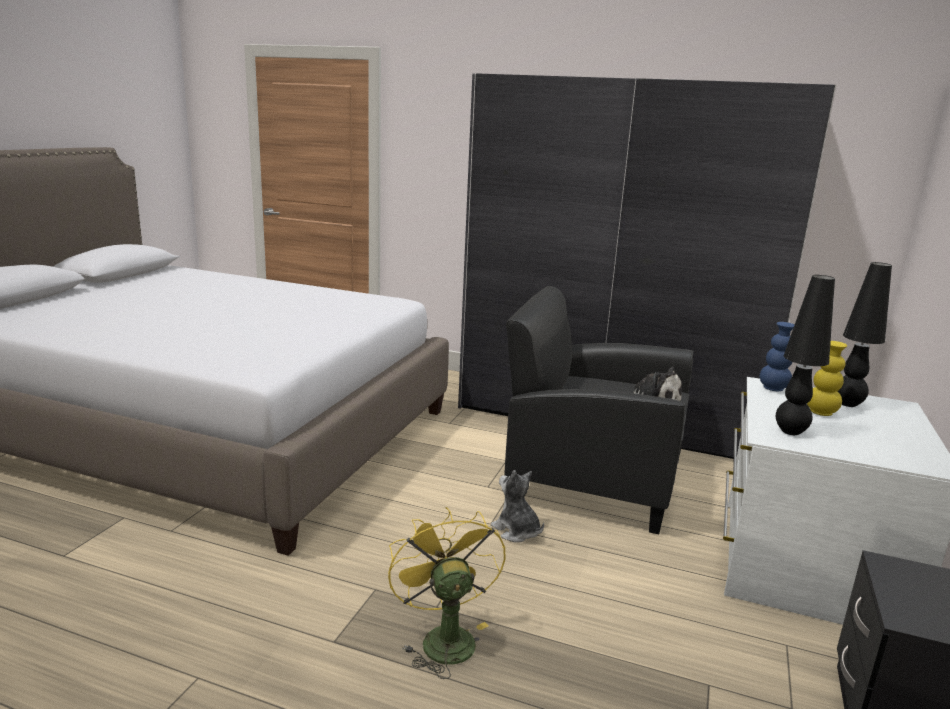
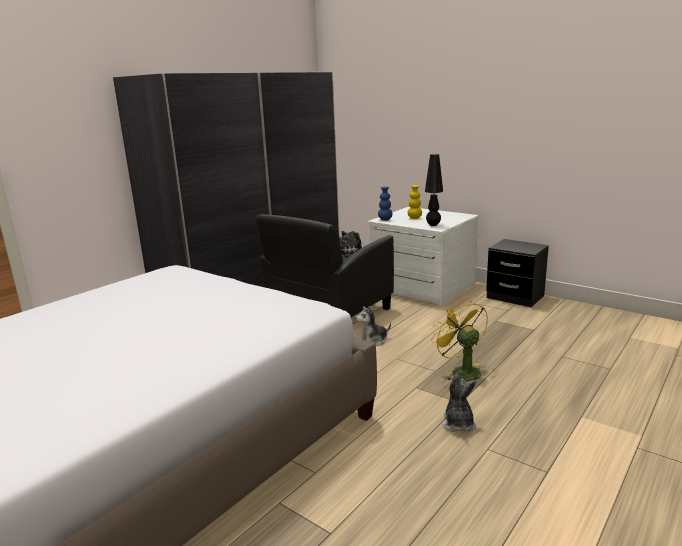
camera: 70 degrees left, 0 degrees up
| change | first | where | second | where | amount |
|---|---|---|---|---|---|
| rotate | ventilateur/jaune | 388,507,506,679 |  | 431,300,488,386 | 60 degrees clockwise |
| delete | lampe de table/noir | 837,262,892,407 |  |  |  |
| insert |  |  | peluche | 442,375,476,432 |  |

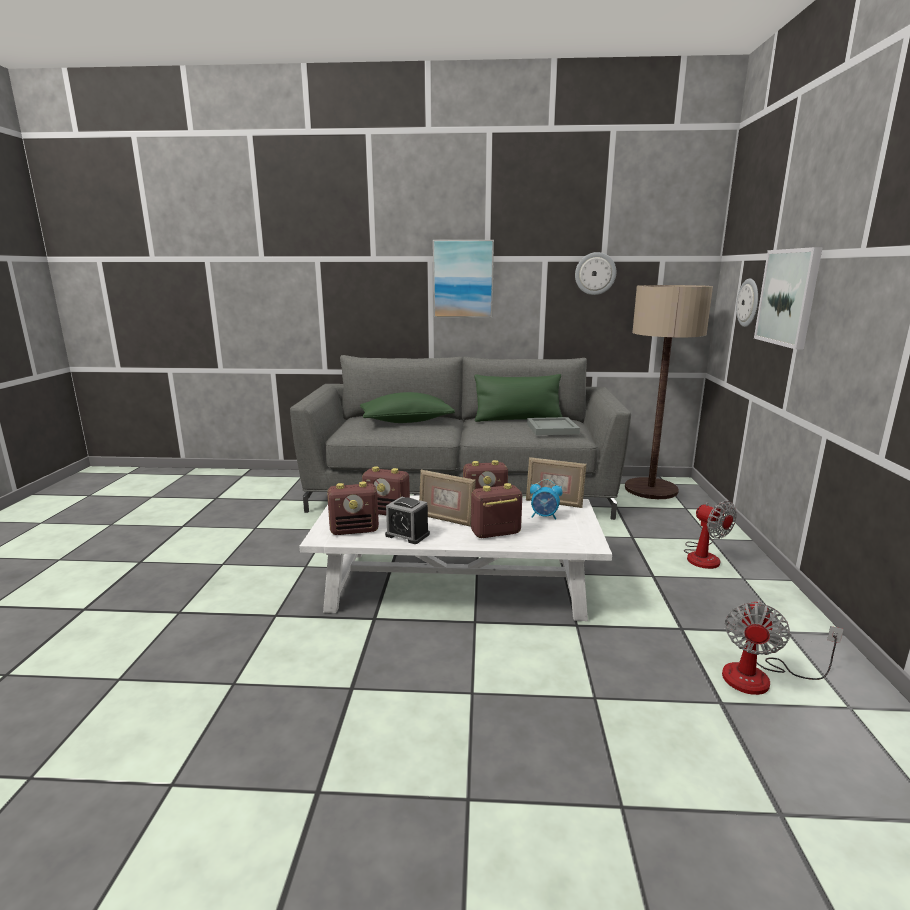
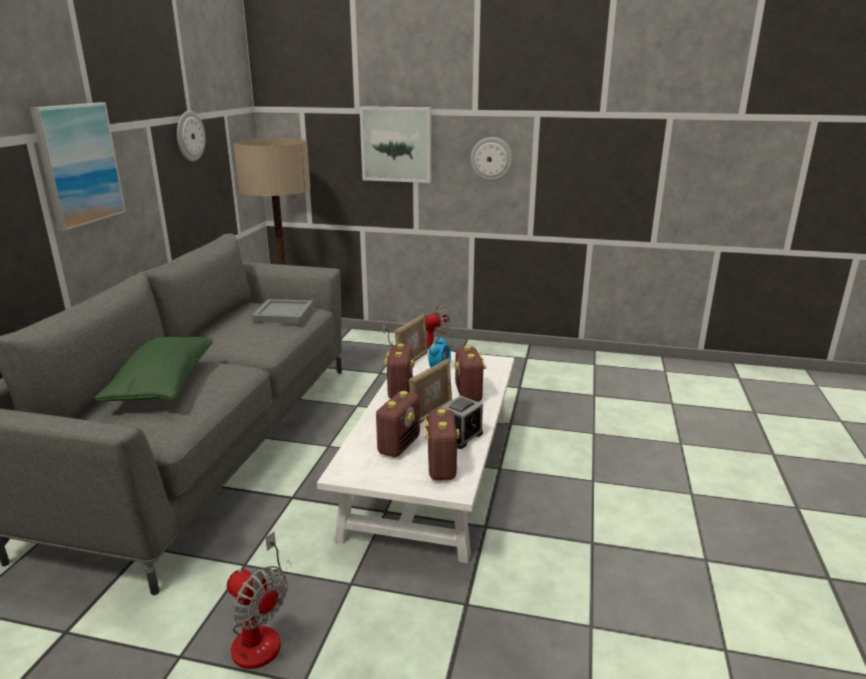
camera: 80 degrees left, 5 degrees up
| change | first | where | second | where | amount |
|---|---|---|---|---|---|
| delete | coussin/vert | 474,374,562,422 |  |  |  |
| move | ventilateur | 722,600,843,695 |  | 227,532,288,669 |  |
| move | horloge murale | 736,278,758,327 |  | 470,137,513,181 |  |

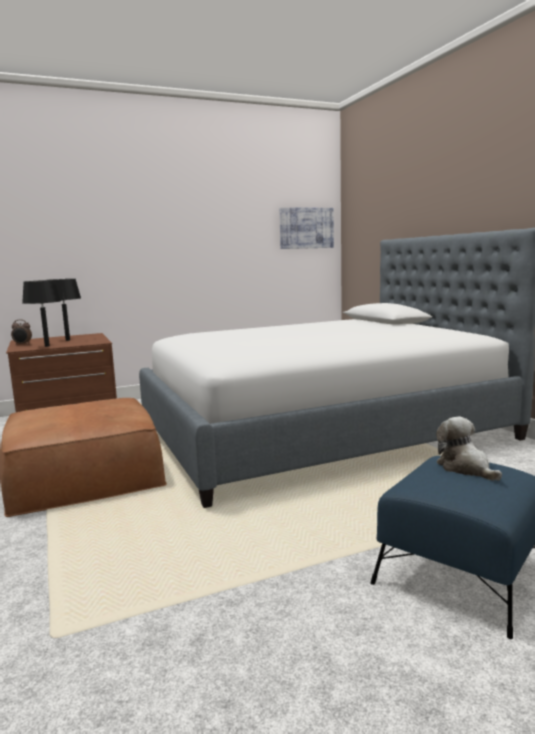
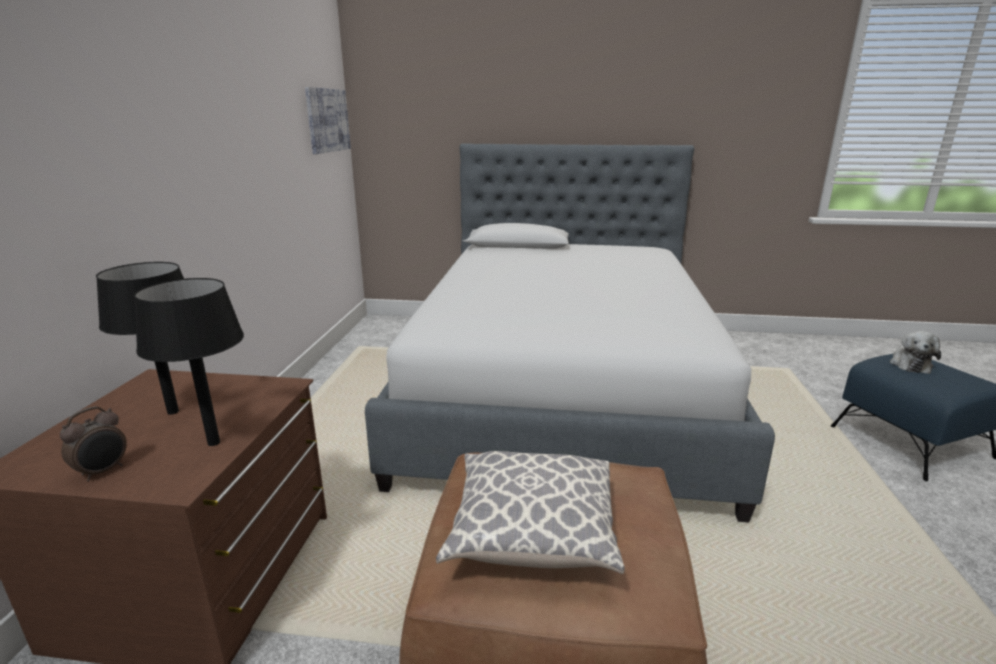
camera: 60 degrees left, 10 degrees up
| change | first | where | second | where | amount |
|---|---|---|---|---|---|
| rotate | peluche | 436,417,502,481 |  | 889,331,941,374 | 75 degrees counterclockwise |
| insert |  |  | coussin | 436,451,624,574 |  |

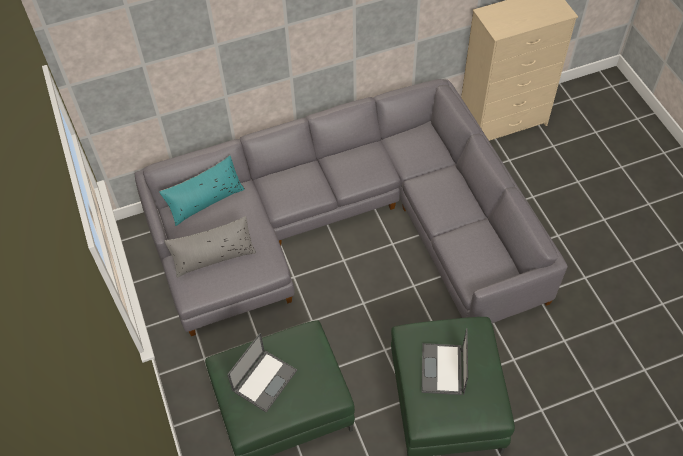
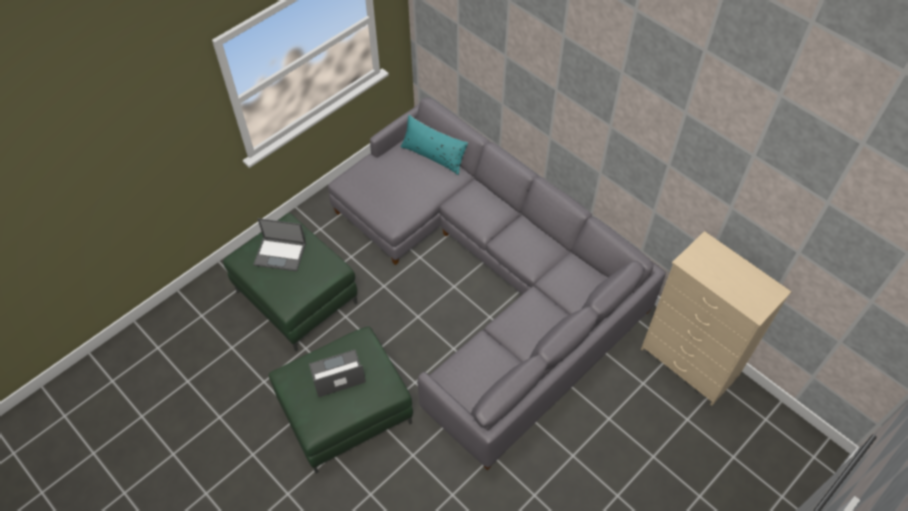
camera: 65 degrees right, 0 degrees up
| change | first | where | second | where | amount |
|---|---|---|---|---|---|
| delete | coussin/gris | 164,216,256,278 |  |  |  |

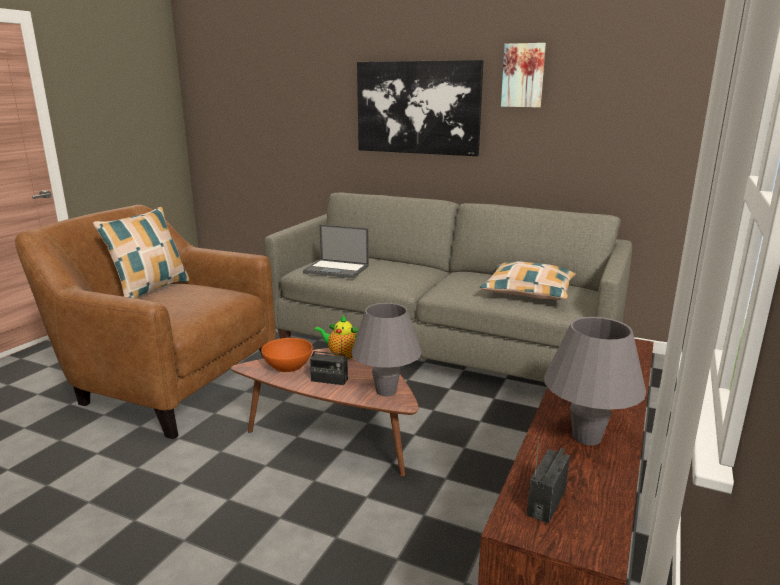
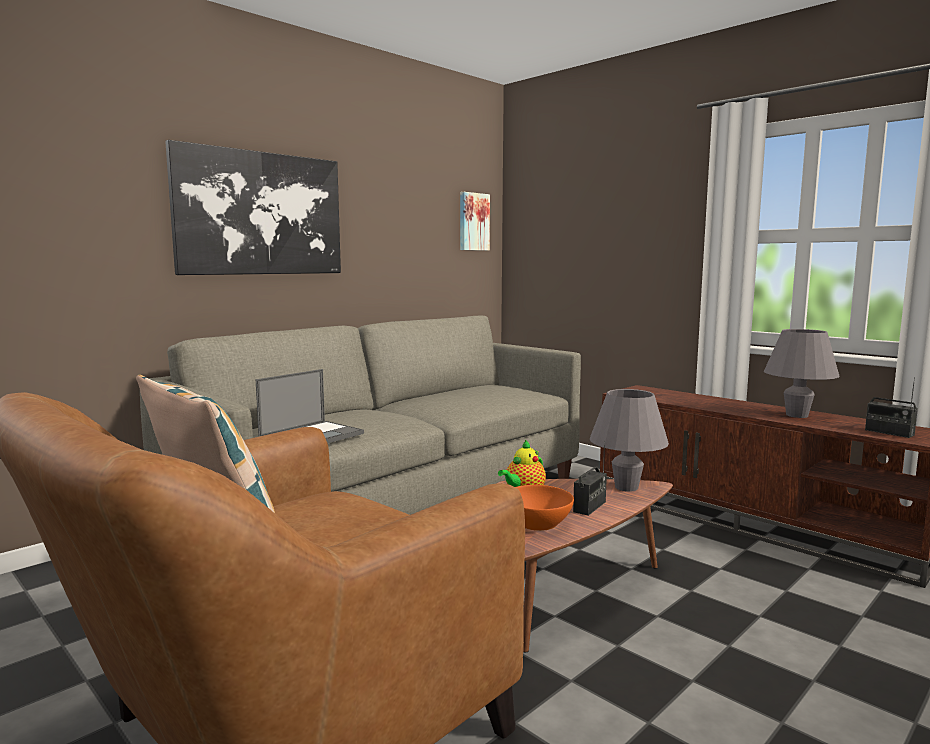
camera: 70 degrees left, 10 degrees down
| change | first | where | second | where | amount |
|---|---|---|---|---|---|
| delete | coussin | 480,261,576,300 |  |  |  |
| move | tableau | 501,43,546,107 |  | 460,192,490,251 |  |

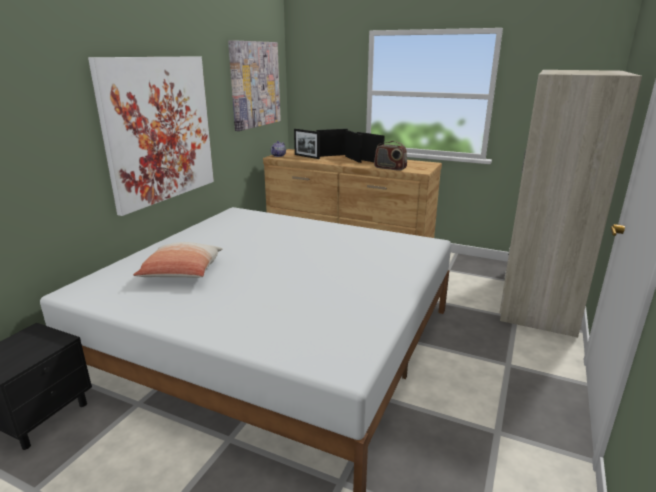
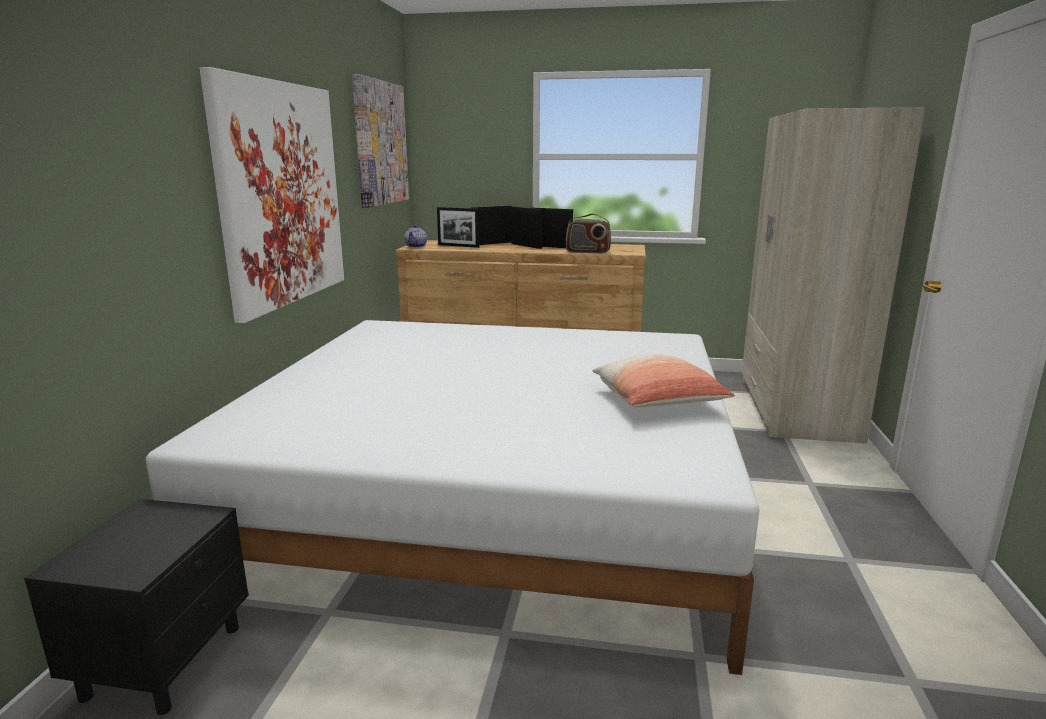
camera: 15 degrees left, 5 degrees down
| change | first | where | second | where | amount |
|---|---|---|---|---|---|
| move | coussin | 133,242,223,278 |  | 593,354,735,407 |  |

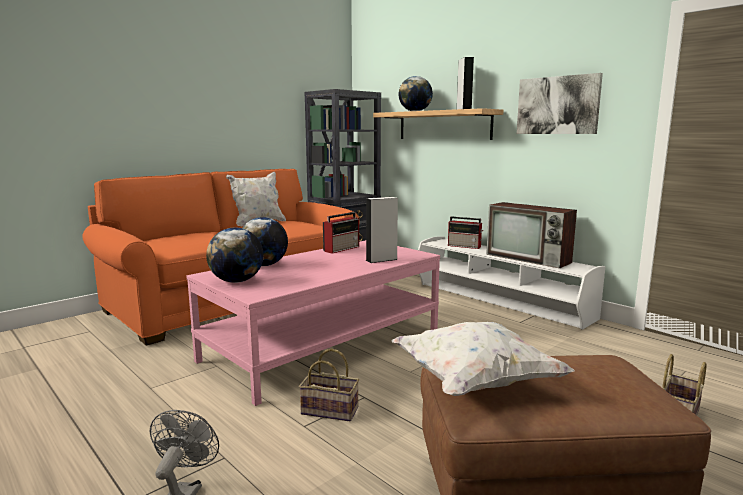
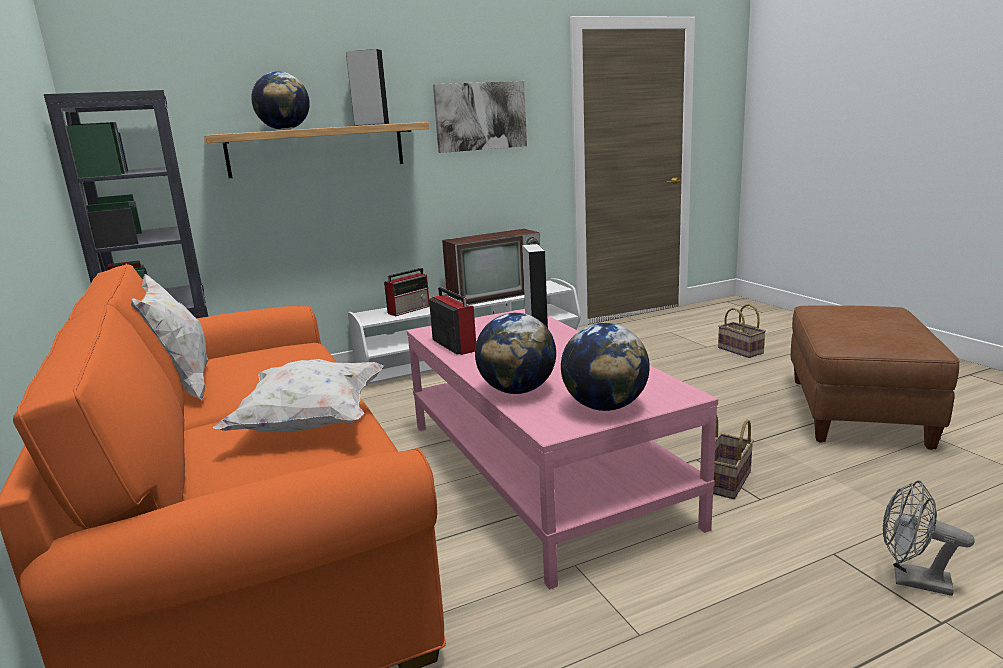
camera: 70 degrees left, 5 degrees up
| change | first | where | second | where | amount |
|---|---|---|---|---|---|
| move | coussin/blanc | 392,322,575,396 |  | 213,359,384,431 |  |

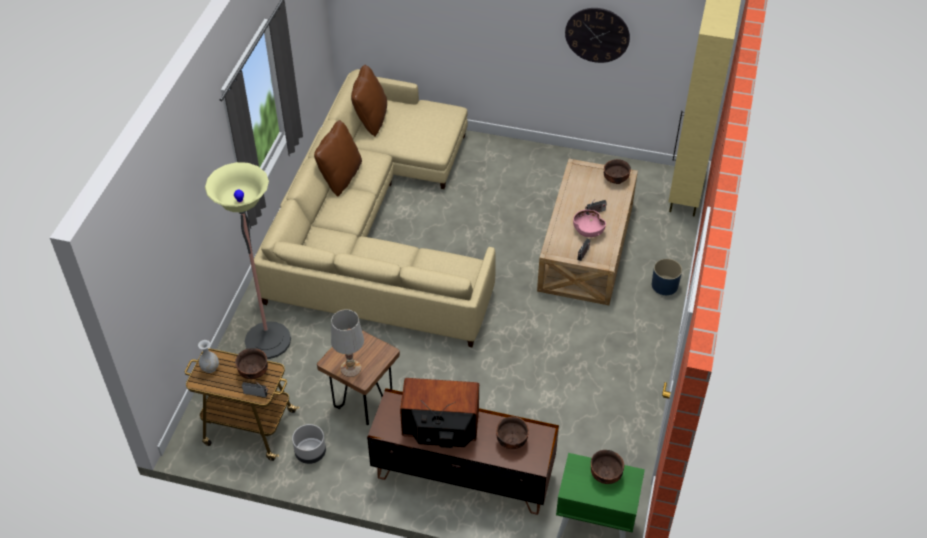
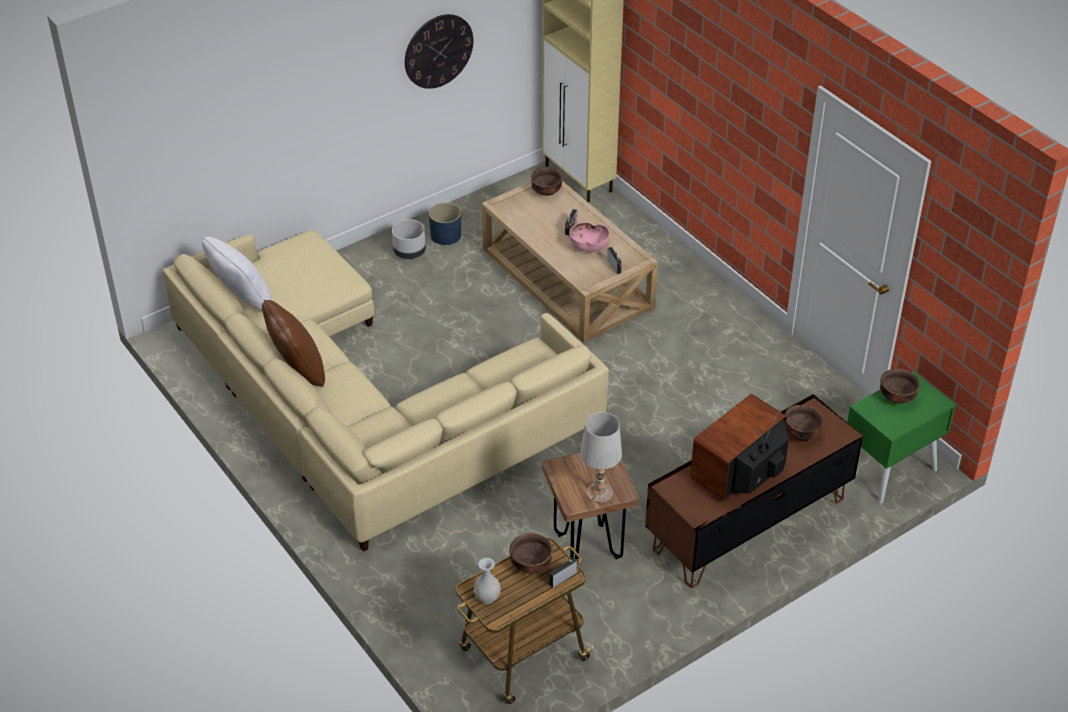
camera: 50 degrees left, 5 degrees down
| change | first | where | second | where | amount |
|---|---|---|---|---|---|
| delete | lampadaire | 205,162,291,359 |  |  |  |
| move | cache-pot/gris | 292,424,326,464 |  | 392,219,426,259 |  |
| recolor | coussin/marron | 351,64,387,137 | coussin/blanc | 202,236,271,311 |  |
| move | cache-pot/bleu | 652,259,682,295 |  | 429,203,461,245 |  |

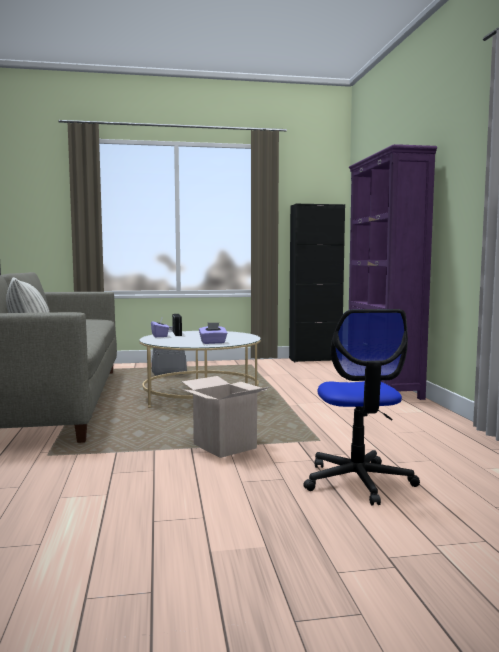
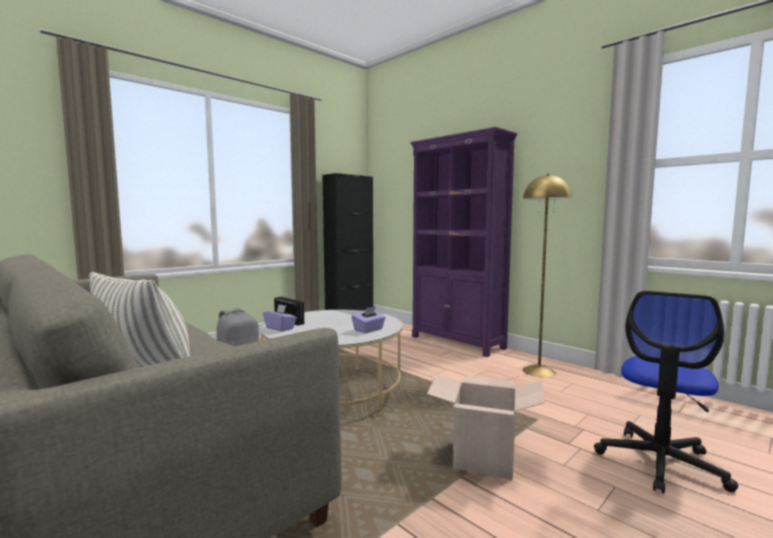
camera: 35 degrees left, 0 degrees up
| change | first | where | second | where | amount |
|---|---|---|---|---|---|
| rotate | chaise de bureau | 303,309,420,505 |  | 594,291,739,493 | 75 degrees clockwise |
| insert |  |  | lampadaire/jaune | 522,174,572,378 |  |

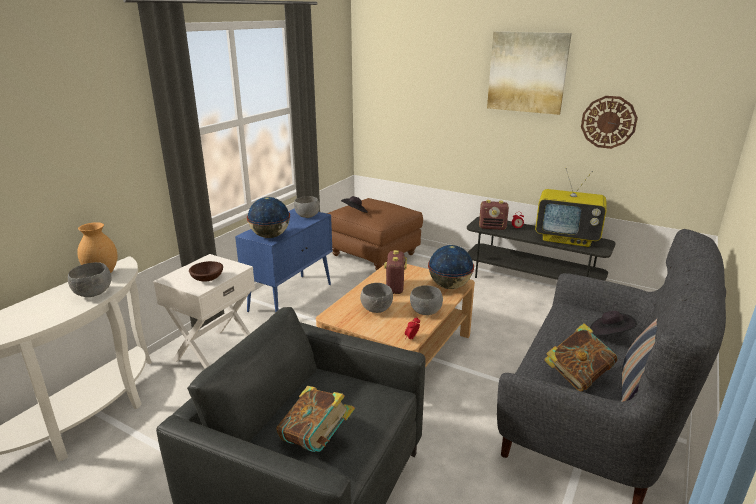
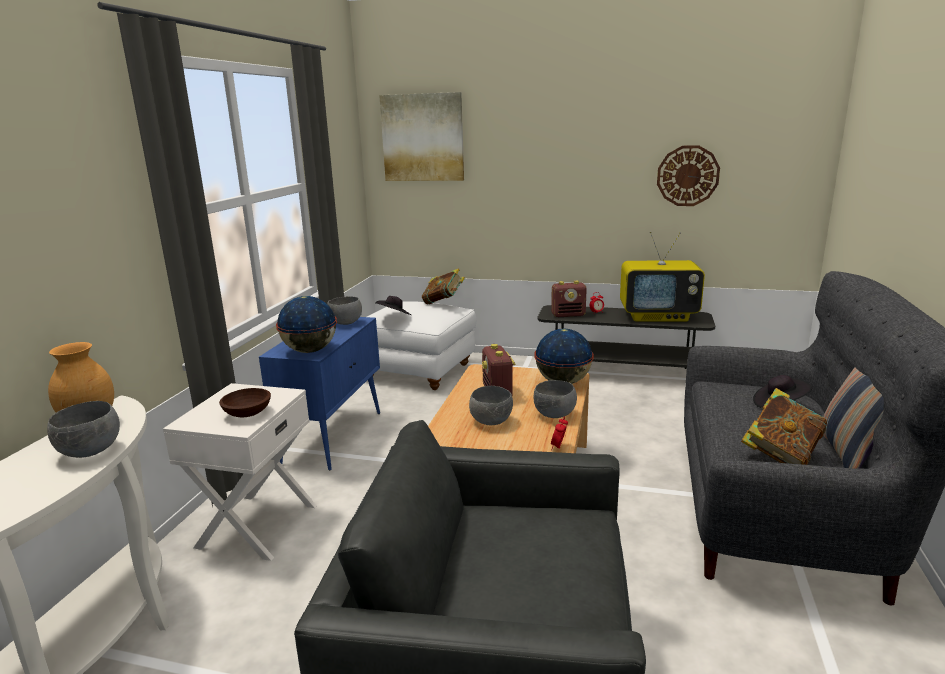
camera: 15 degrees left, 5 degrees down
| change | first | where | second | where | amount |
|---|---|---|---|---|---|
| move | livre | 276,386,355,452 |  | 422,269,465,304 |  |
| recolor | pouf/marron | 327,198,423,271 | pouf/blanc | 367,302,476,390 |  |
| move | tableau | 487,32,572,115 |  | 379,92,464,181 |  |

